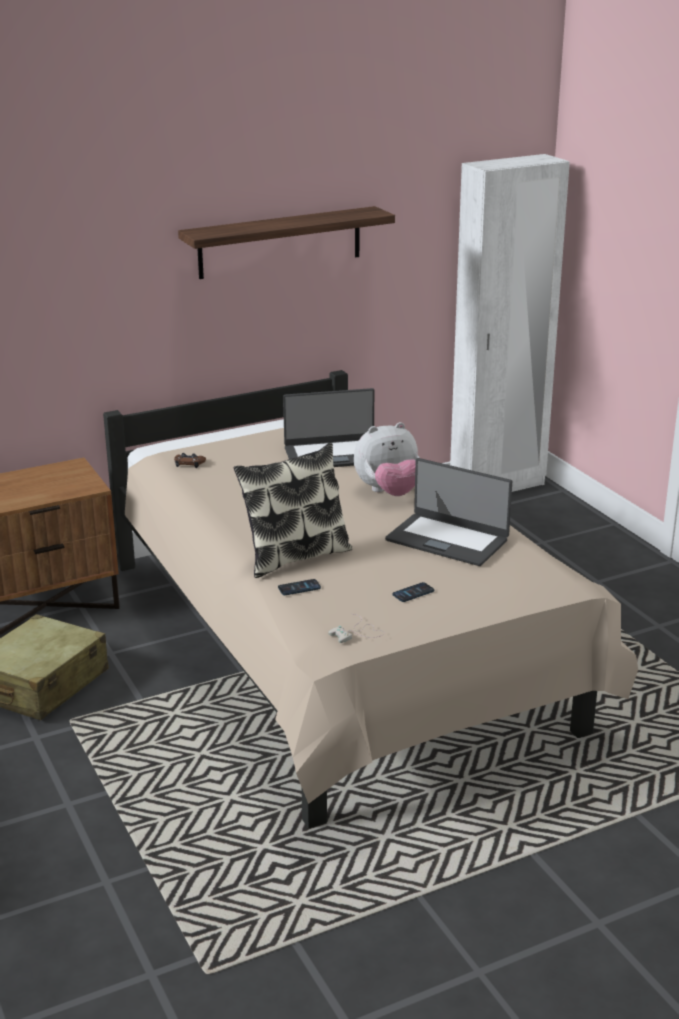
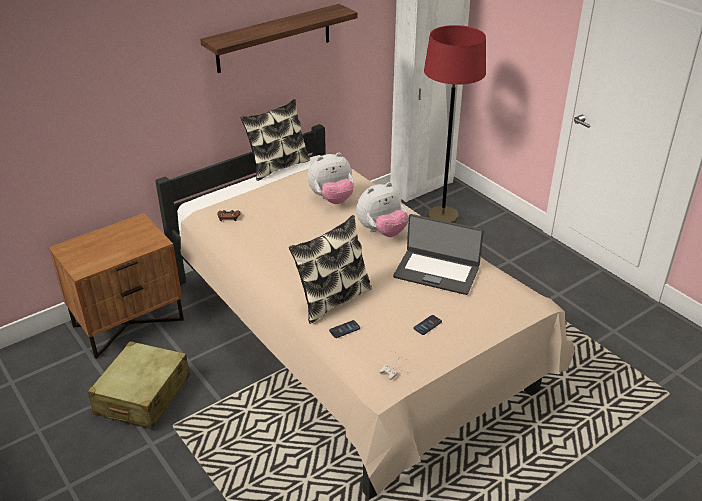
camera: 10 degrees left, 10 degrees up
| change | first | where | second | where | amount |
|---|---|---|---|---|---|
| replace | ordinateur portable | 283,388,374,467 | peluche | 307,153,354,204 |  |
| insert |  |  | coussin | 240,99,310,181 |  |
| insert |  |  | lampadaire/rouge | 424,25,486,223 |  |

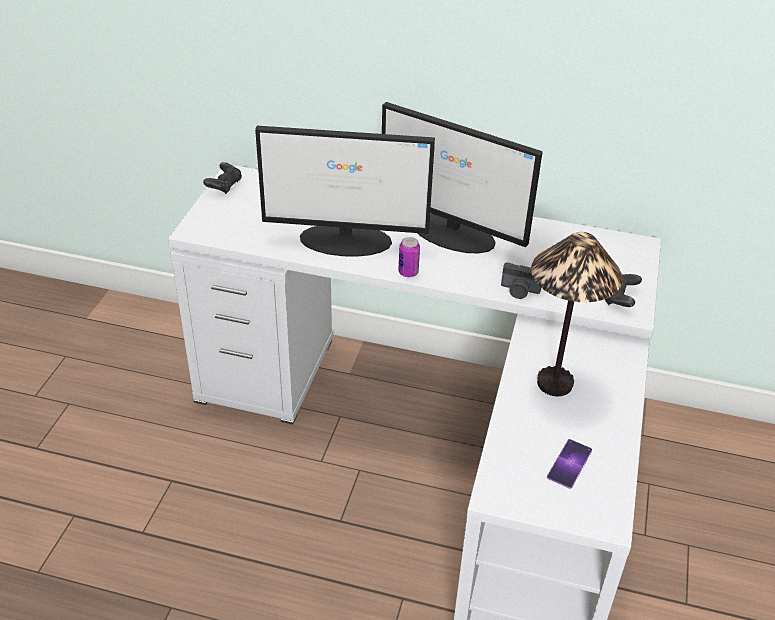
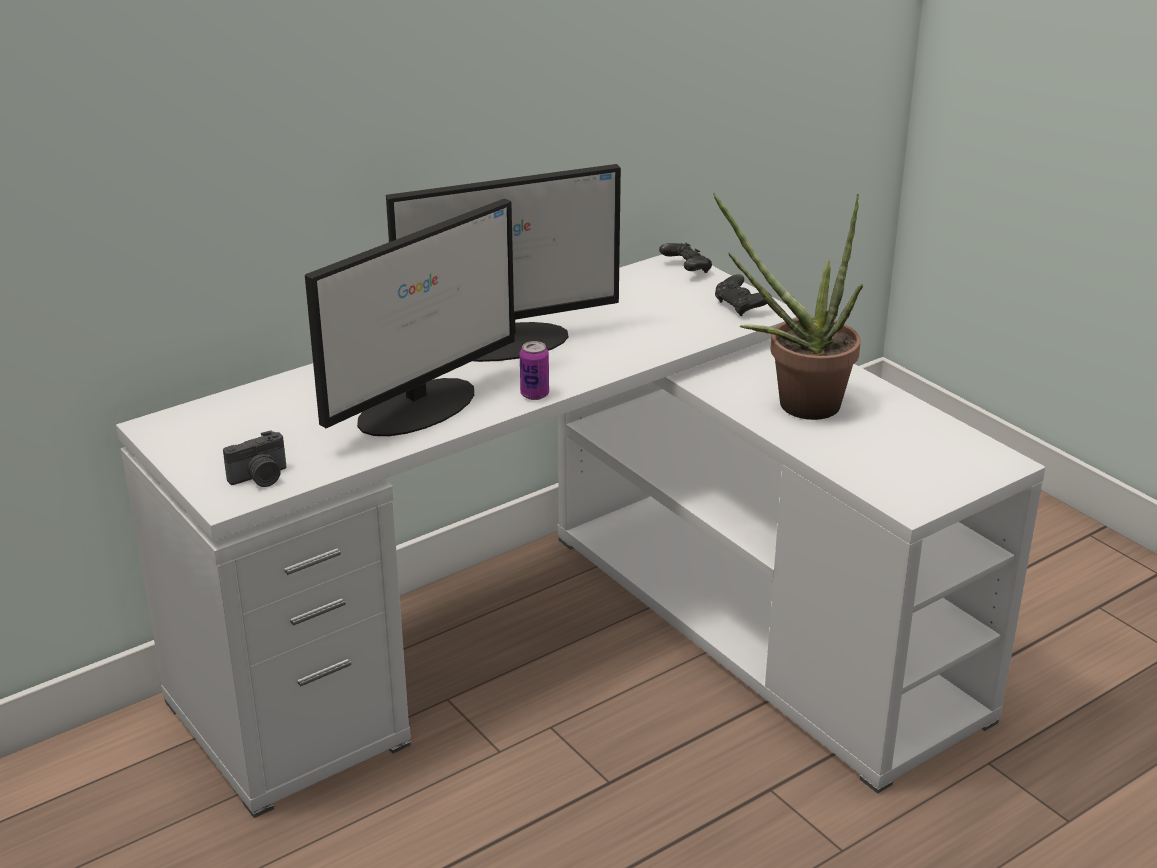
camera: 50 degrees left, 10 degrees down
| change | first | where | second | where | amount |
|---|---|---|---|---|---|
| move | manette/noir | 203,162,242,194 |  | 659,242,712,273 |  |
| move | appareil photo | 501,262,541,299 |  | 223,430,286,487 |  |
| replace | lampe de table | 531,232,623,396 | plante en pot | 713,193,863,420 |  |
| delete | téléphone | 547,439,592,489 |  |  |  |

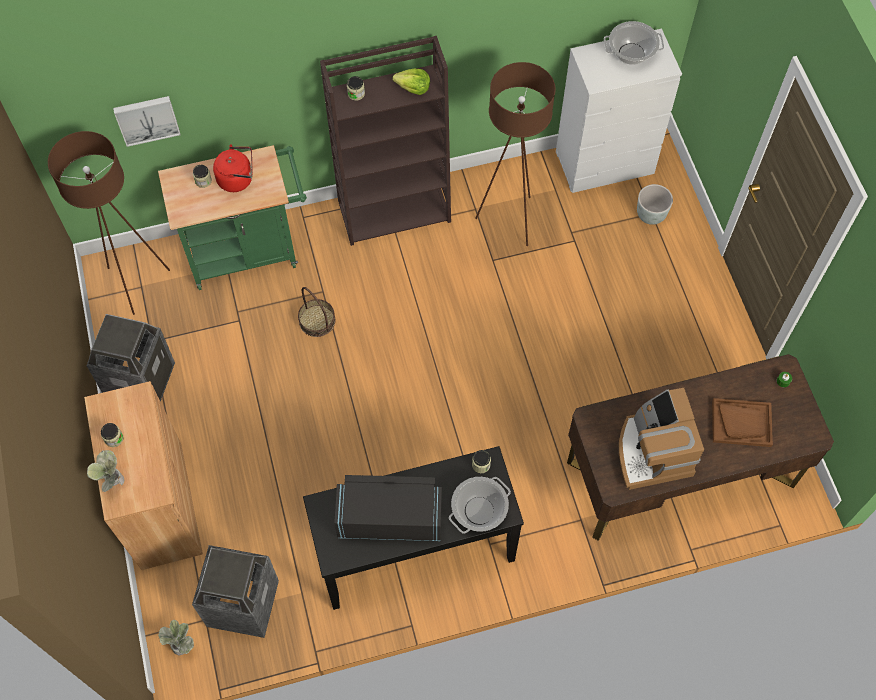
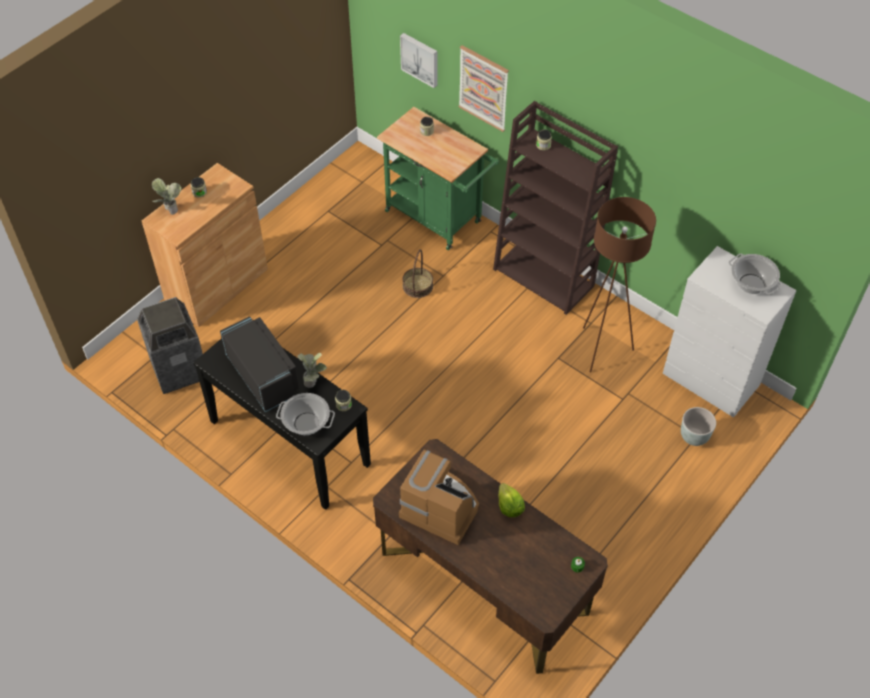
camera: 55 degrees right, 10 degrees down
| change | first | where | second | where | amount |
|---|---|---|---|---|---|
| delete | lampadaire/marron | 48,131,170,315 |  |  |  |
| delete | poubelle | 86,314,175,402 |  |  |  |
| move | plante en pot | 158,620,194,655 |  | 297,353,327,388 |  |
| delete | bouilloire/rouge | 213,144,253,192 |  |  |  |
| move | laitue | 393,69,430,95 |  | 498,483,525,517 |  |
| rotate | machine à café | 619,388,704,490 |  | 399,449,479,545 | 75 degrees clockwise |
| delete | plateau/marron | 712,398,773,447 |  |  |  |
| insert |  |  | tableau | 458,45,509,132 |  |

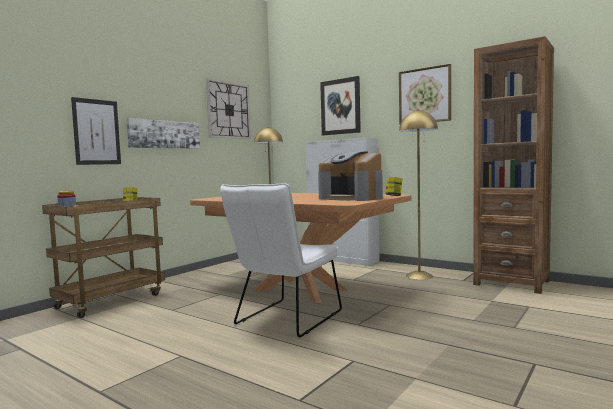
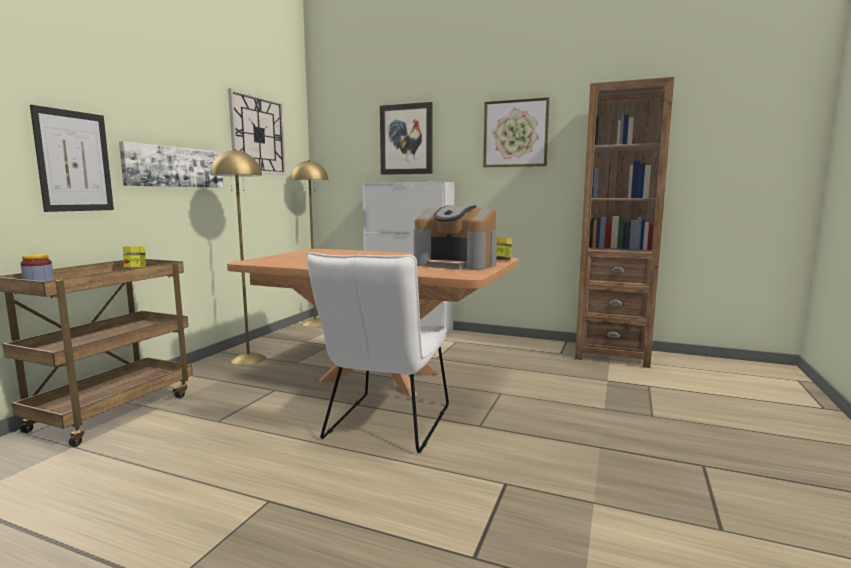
camera: 15 degrees left, 5 degrees up
| change | first | where | second | where | amount |
|---|---|---|---|---|---|
| move | lampadaire/jaune | 399,110,438,280 |  | 211,149,266,365 |  |

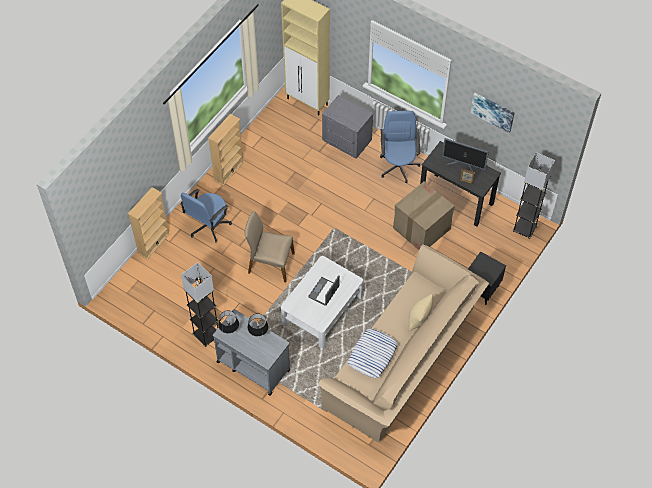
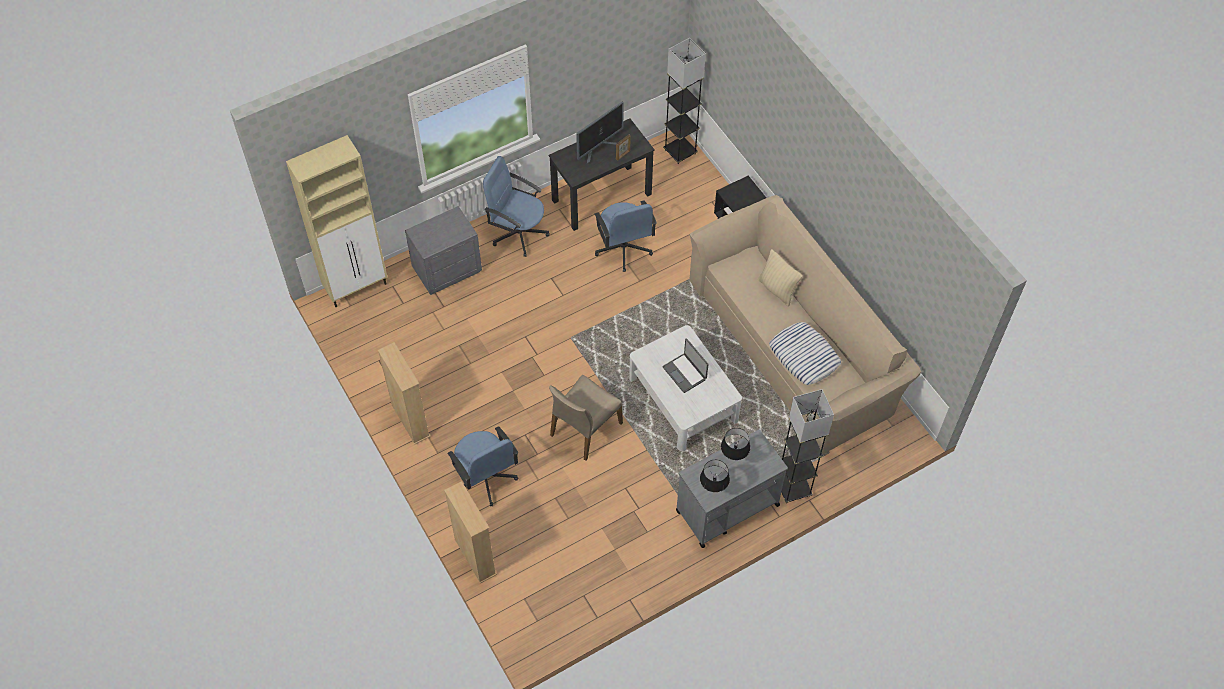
camera: 65 degrees left, 0 degrees up
| change | first | where | second | where | amount |
|---|---|---|---|---|---|
| move | lampadaire/gris | 181,262,219,347 |  | 781,389,834,503 |  |
| replace | carton | 393,181,455,250 | chaise de bureau/bleu | 595,201,657,272 |  |
| delete | tableau | 471,93,514,133 |  |  |  |

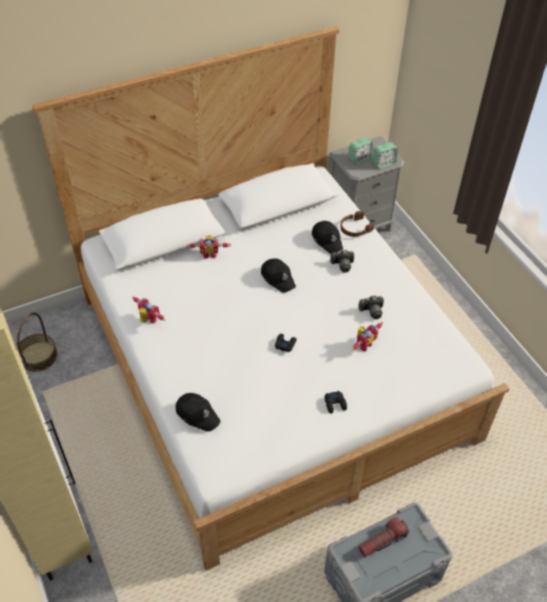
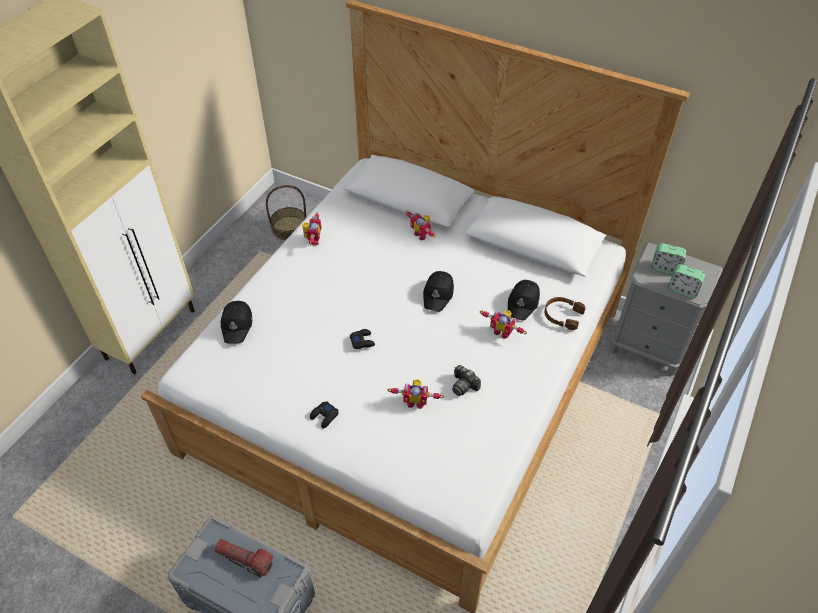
camera: 55 degrees right, 0 degrees up
| change | first | where | second | where | amount |
|---|---|---|---|---|---|
| replace | appareil photo | 330,250,354,273 | robot jouet | 480,311,527,339 |  |

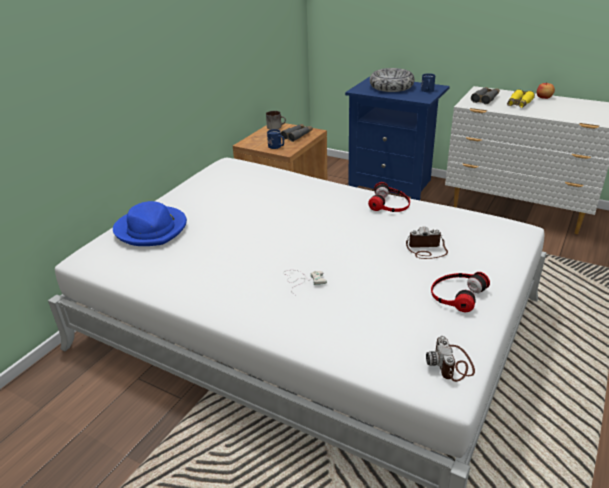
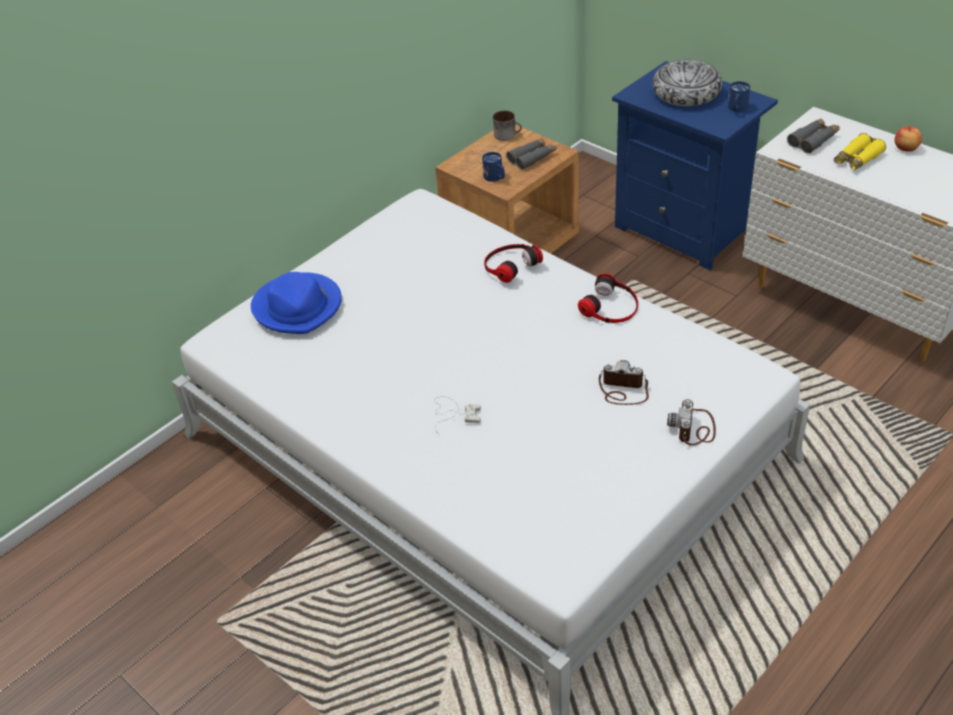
camera: 15 degrees right, 10 degrees up
| change | first | where | second | where | amount |
|---|---|---|---|---|---|
| move | appareil photo | 426,336,475,382 |  | 667,399,716,446 |  |
| move | casque audio | 431,272,490,312 |  | 484,244,543,283 |  |

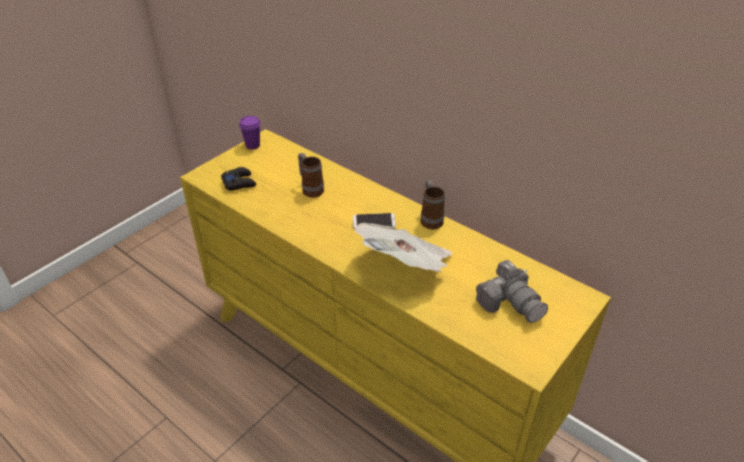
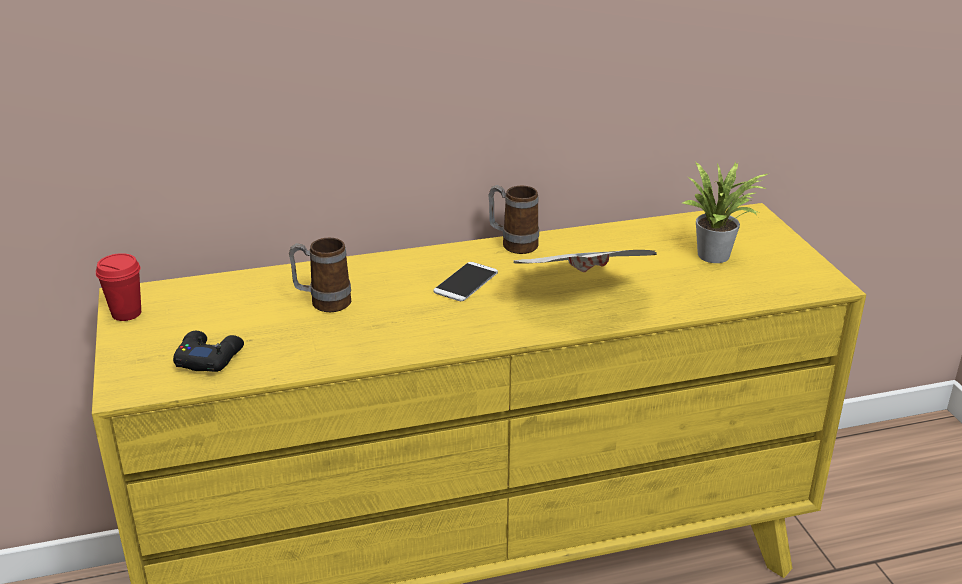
camera: 55 degrees left, 10 degrees down
| change | first | where | second | where | amount |
|---|---|---|---|---|---|
| recolor | tasse/violet | 239,116,261,150 | tasse/rouge | 96,253,141,321 |  |
| replace | appareil photo | 476,260,548,323 | plante en pot | 681,161,767,263 |  |

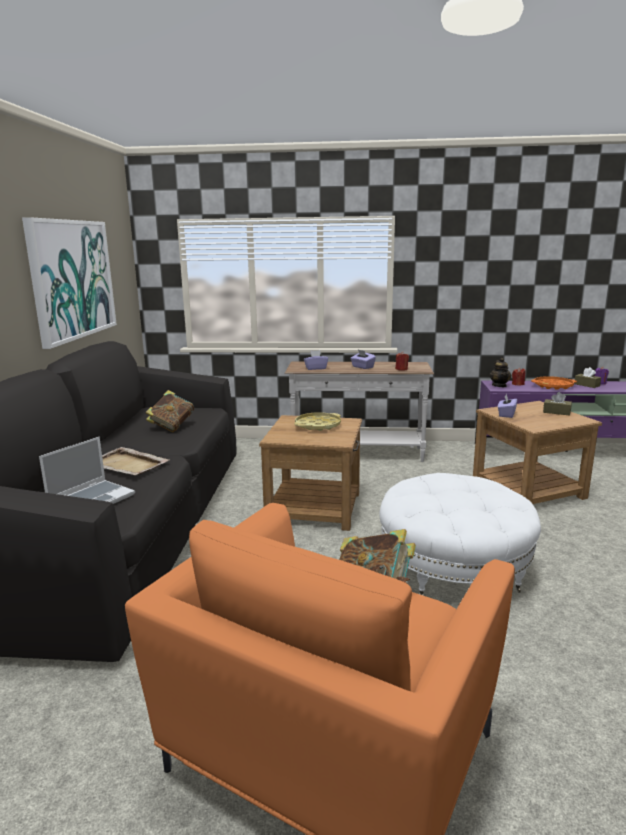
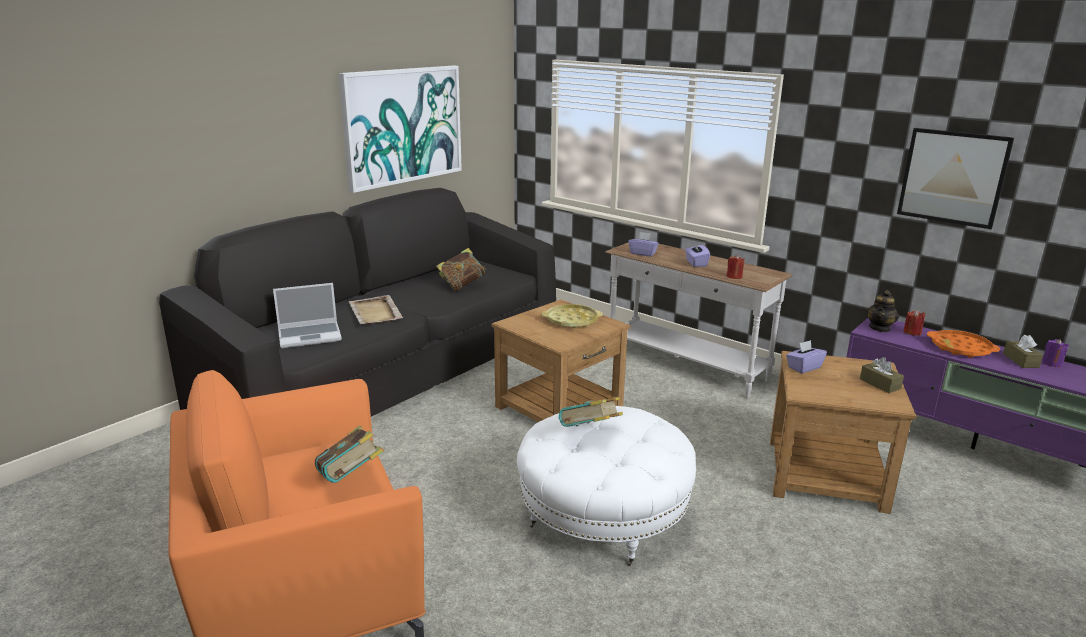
camera: 35 degrees right, 5 degrees up
| change | first | where | second | where | amount |
|---|---|---|---|---|---|
| insert |  |  | livre | 559,397,623,427 |  |
| insert |  |  | tableau | 897,128,1014,229 |  |

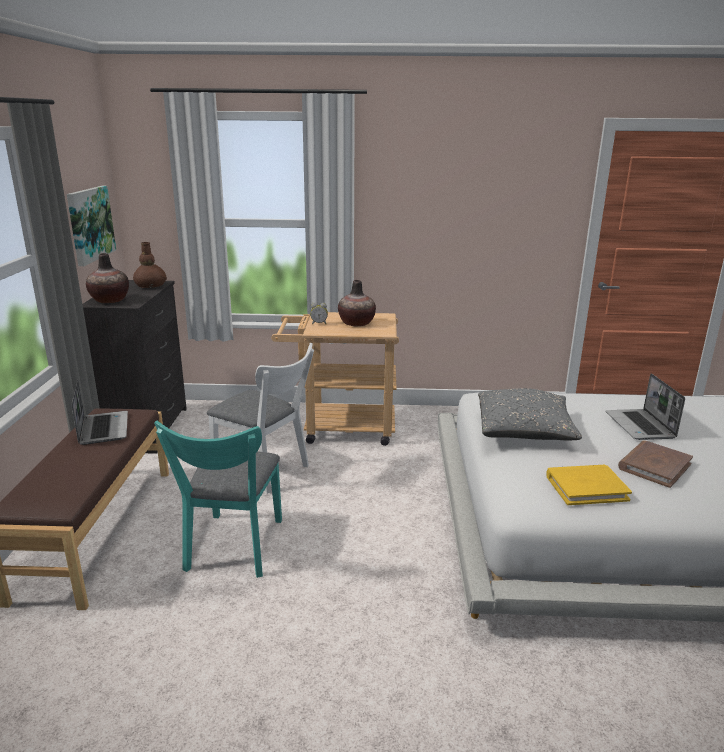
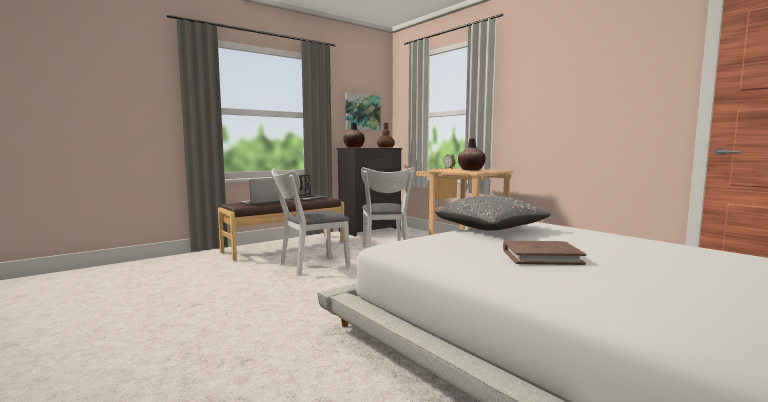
camera: 50 degrees right, 15 degrees down
| change | first | where | second | where | amount |
|---|---|---|---|---|---|
| recolor | chaise/turquoise | 154,421,282,578 | chaise/blanc | 271,168,350,276 |  |
| delete | livre/jaune | 546,465,632,505 |  |  |  |
| move | ordinateur portable | 605,373,685,440 |  | 239,178,280,206 |  |

